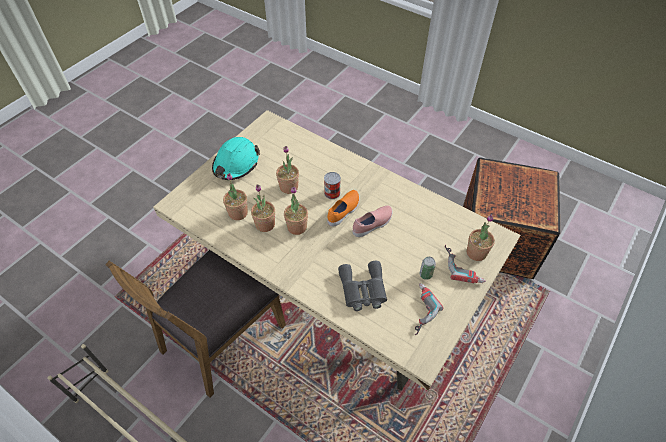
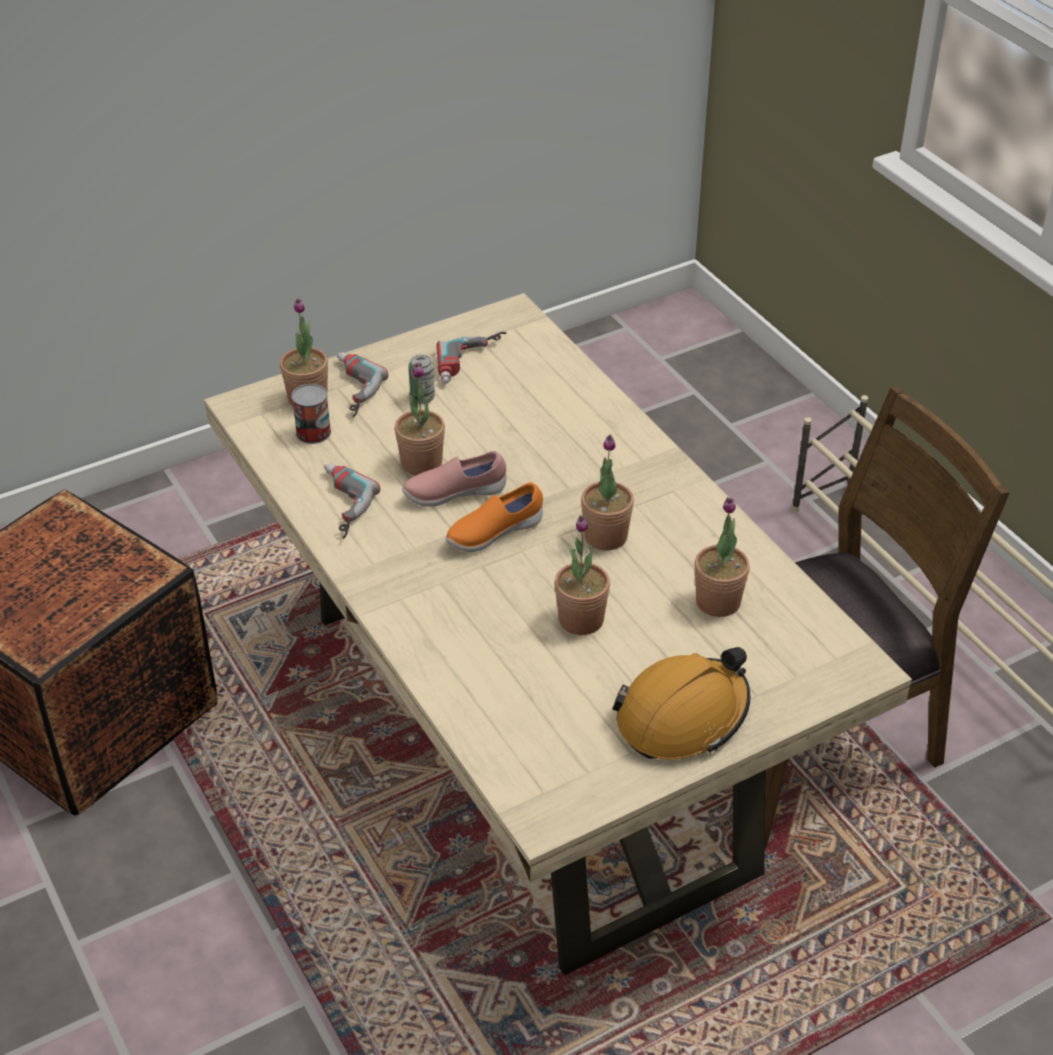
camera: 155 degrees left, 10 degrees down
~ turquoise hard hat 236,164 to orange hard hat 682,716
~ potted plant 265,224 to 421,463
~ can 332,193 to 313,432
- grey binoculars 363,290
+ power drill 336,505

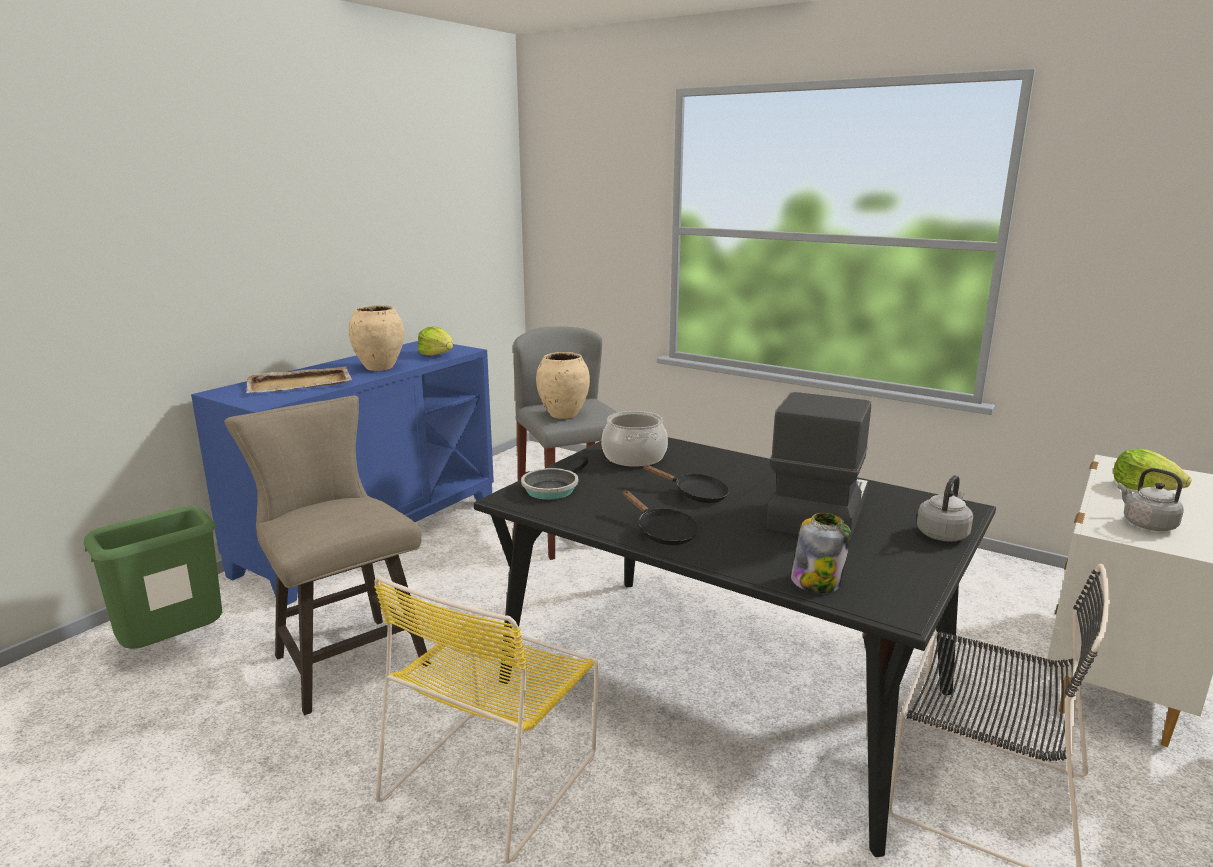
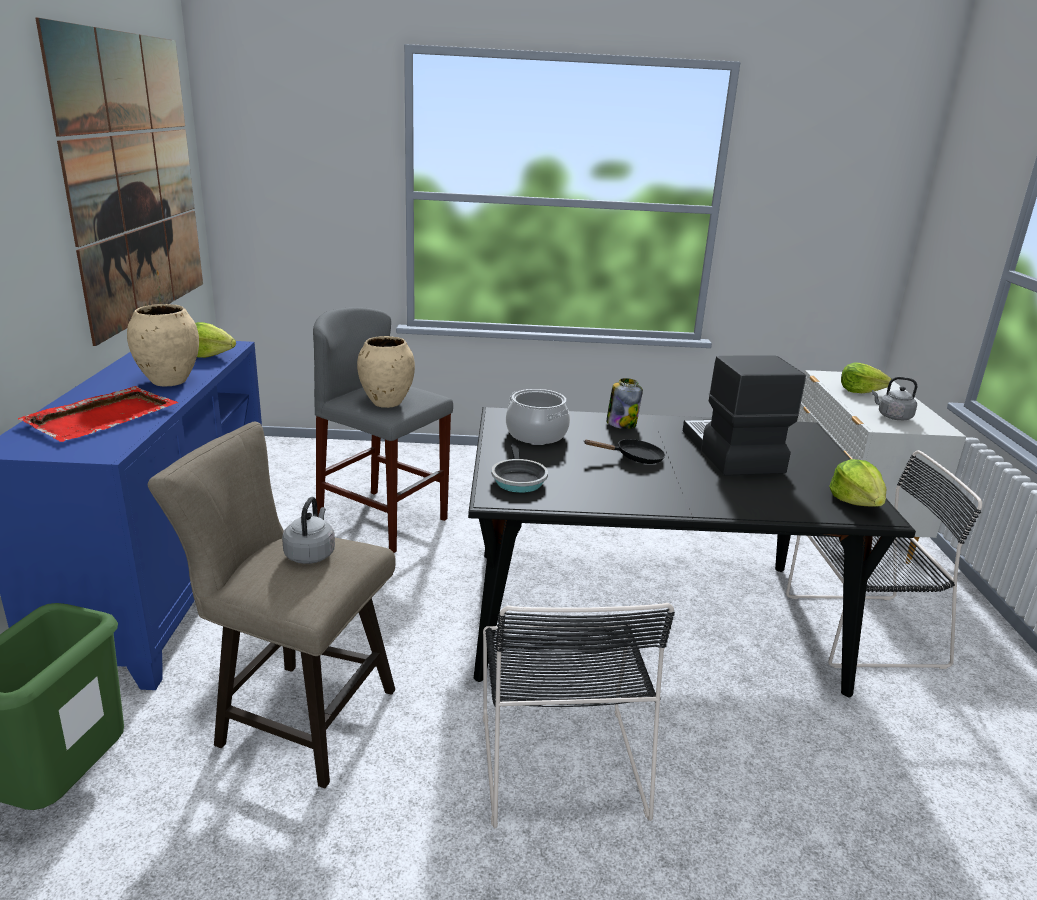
camera: 35 degrees left, 5 degrees up
~ beige tray 300,383 to red tray 103,417
~ yellow chair 495,773 to black chair 560,757
- black frying pan 662,532
~ jar 817,582 to 621,424
~ grey kettle 943,534 to 311,554
+ picture 134,180
+ lettuce 856,502

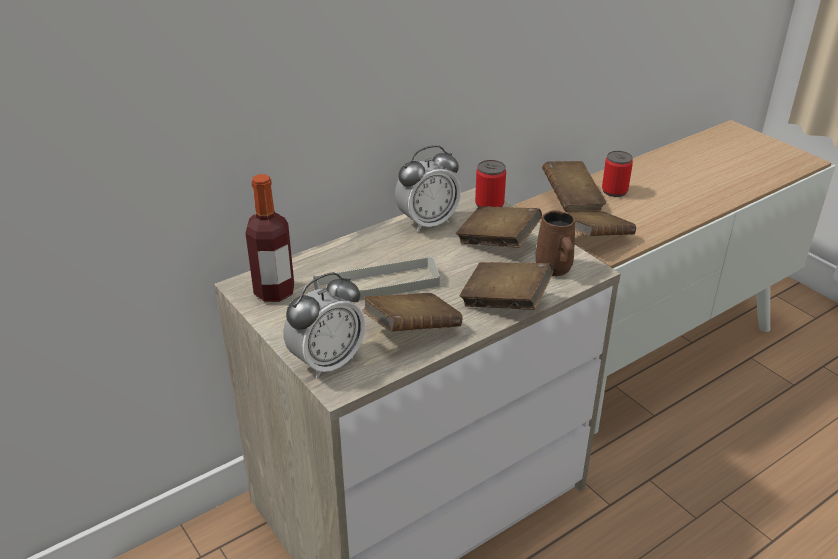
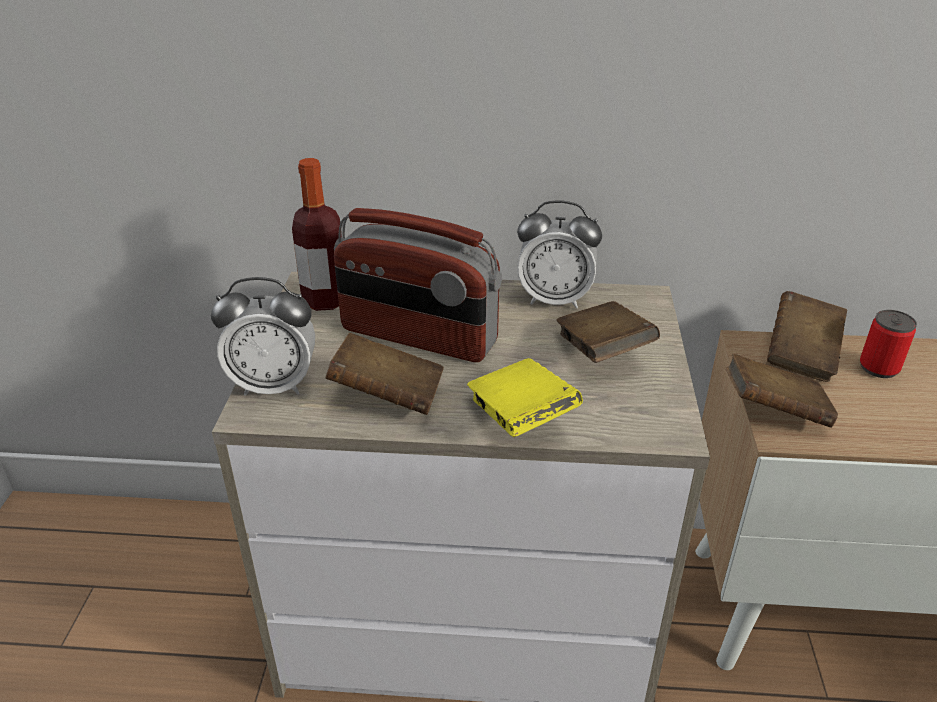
camera: 40 degrees right, 0 degrees up
~ grey tray 376,285 to radio 418,337
~ brown book 505,302 to yellow book 521,418
- can 489,204
- brown mug 554,269

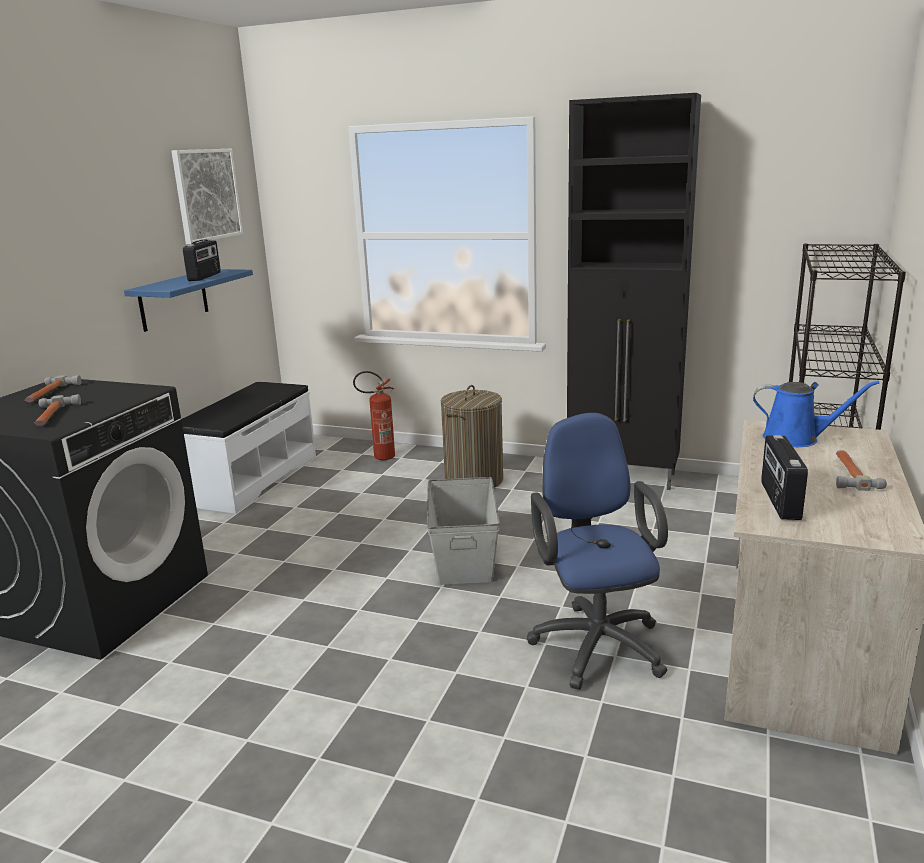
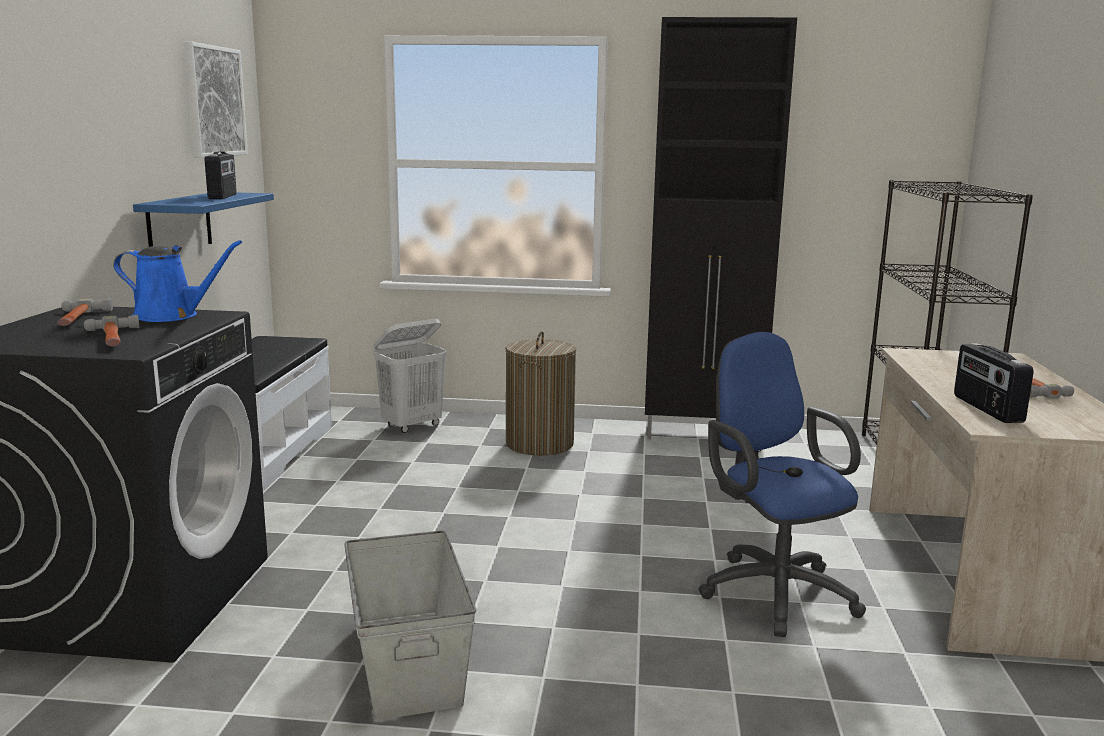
camera: 15 degrees left, 5 degrees down
~ fire extinguisher 379,457 to white laundry basket 412,426
~ grey storage box 464,554 to 409,660
~ blue watering can 796,438 to 171,316

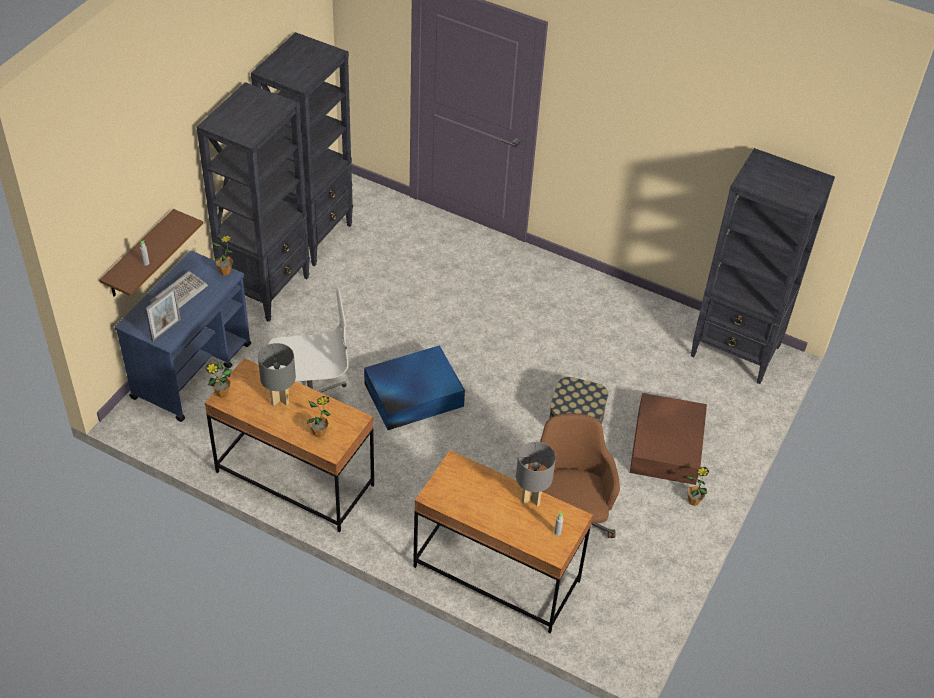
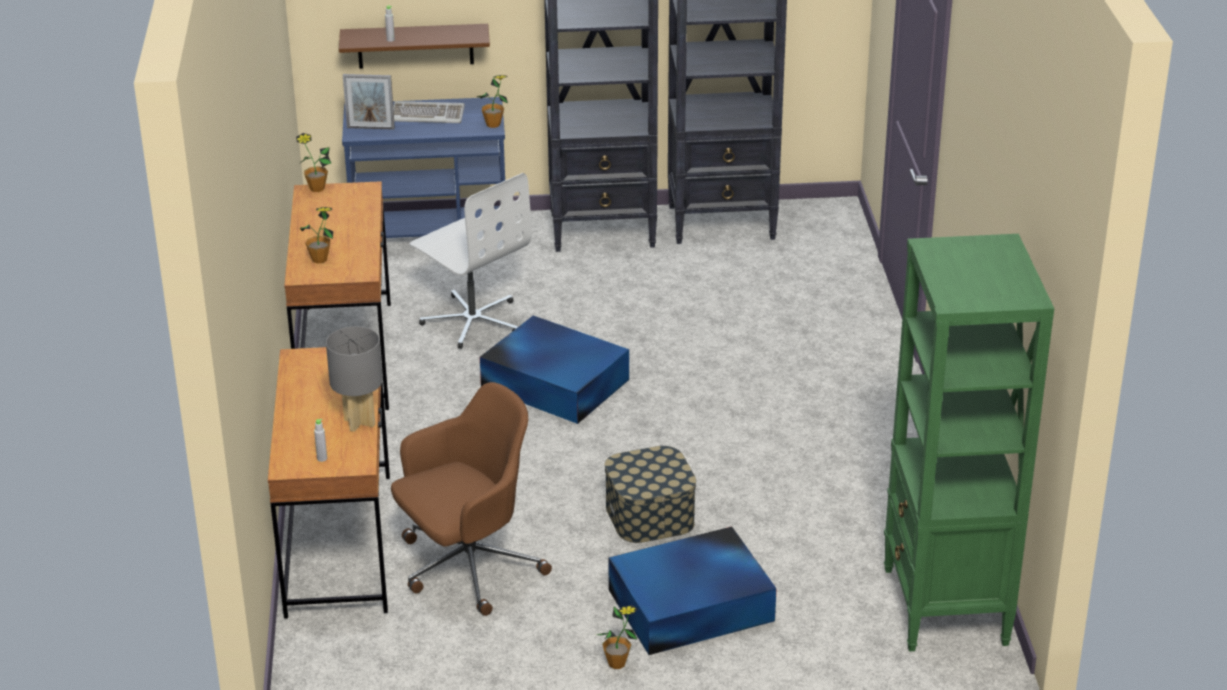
camera: 60 degrees right, 15 degrees down
- grey table lamp 280,399
~ brown storage box 667,445 to blue storage box 693,605
~ black bookcase 736,352 to green bookcase 945,607

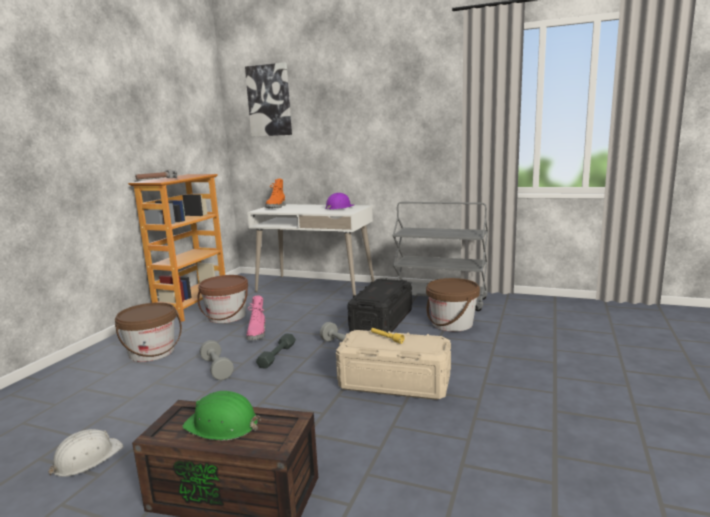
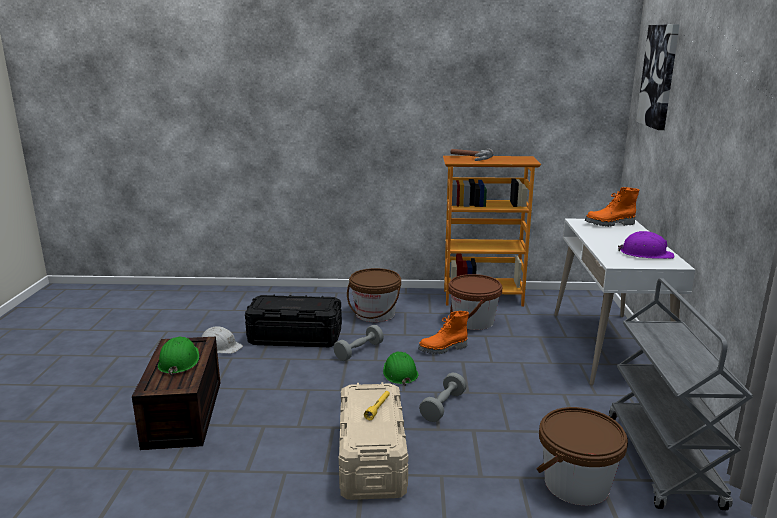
camera: 70 degrees right, 5 degrees up
~ pink boot 257,334 to orange boot 443,349
~ grey dumbbell 277,356 to green hard hat 399,373
~ black storage box 382,322 to 295,337

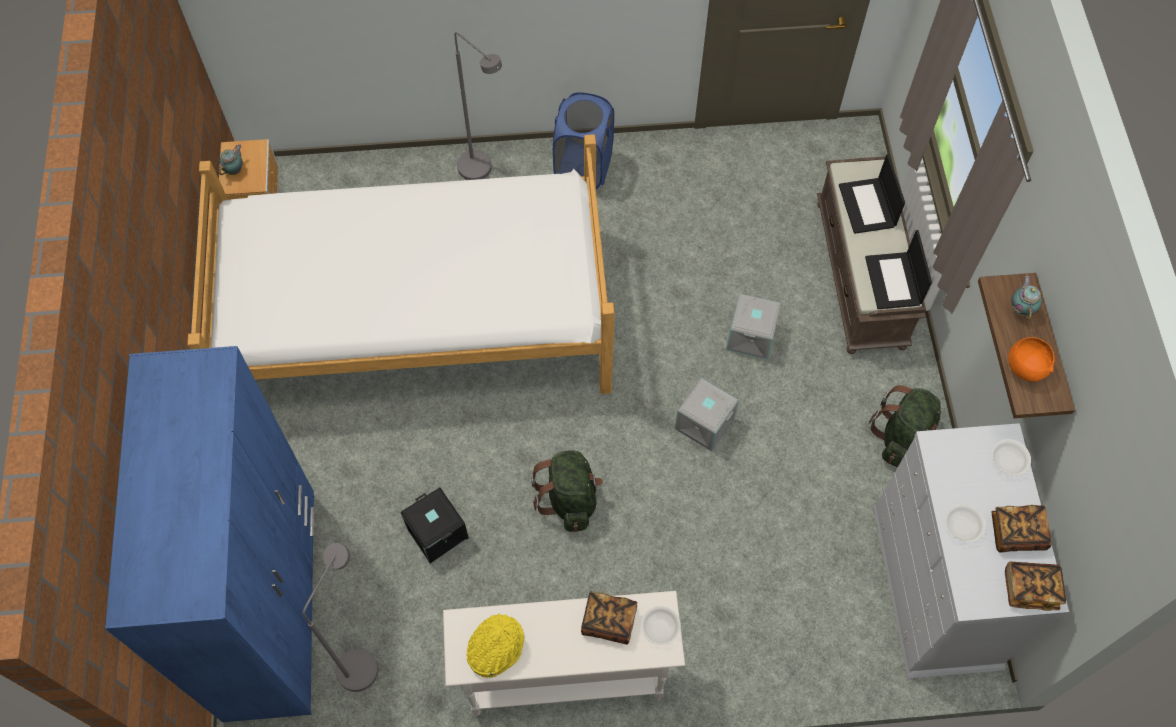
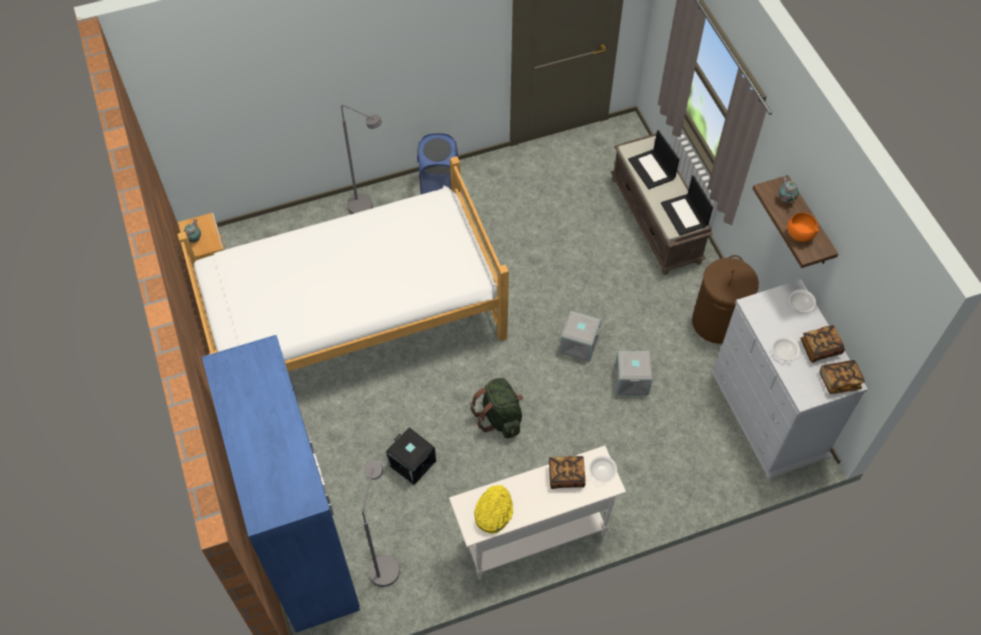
camera: 15 degrees left, 5 degrees down
~ grey storage box 751,337 to 632,381
~ green backpack 903,437 to brown laundry basket 717,322

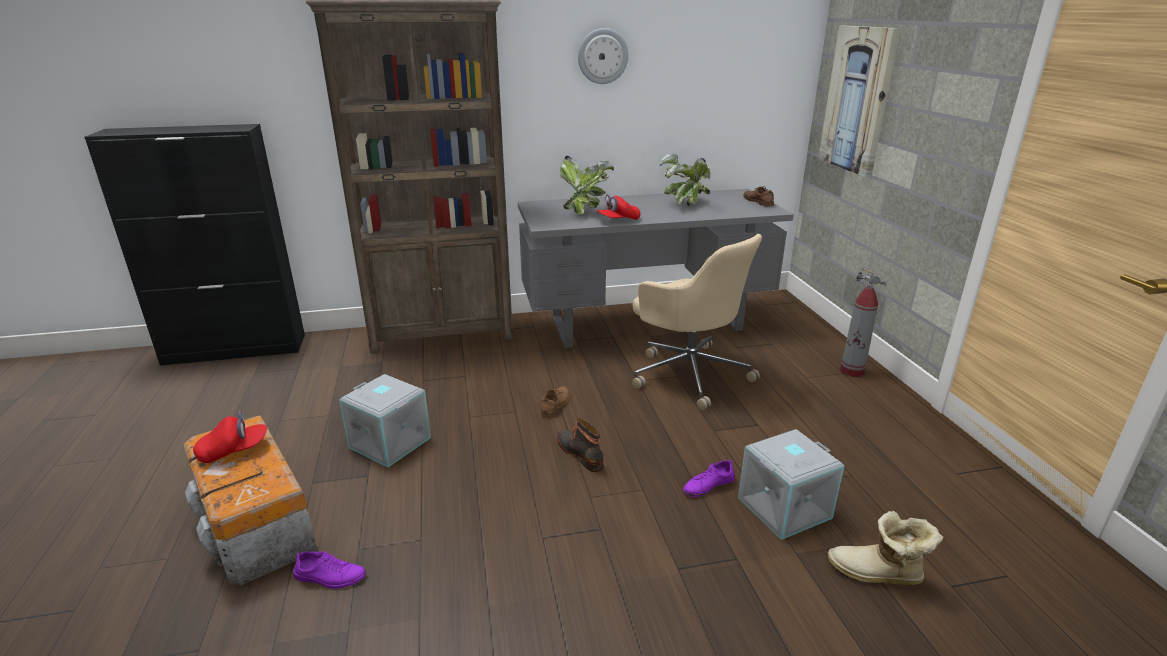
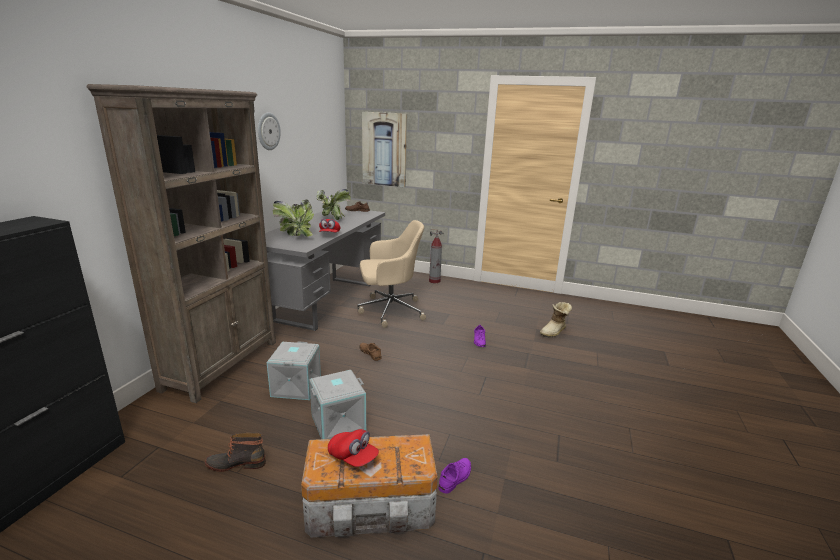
camera: 60 degrees left, 5 degrees down
~ red cap 234,451 = 353,457 120 degrees clockwise
~ boot 581,453 to 236,463
~ grey storage box 783,507 to 295,386

